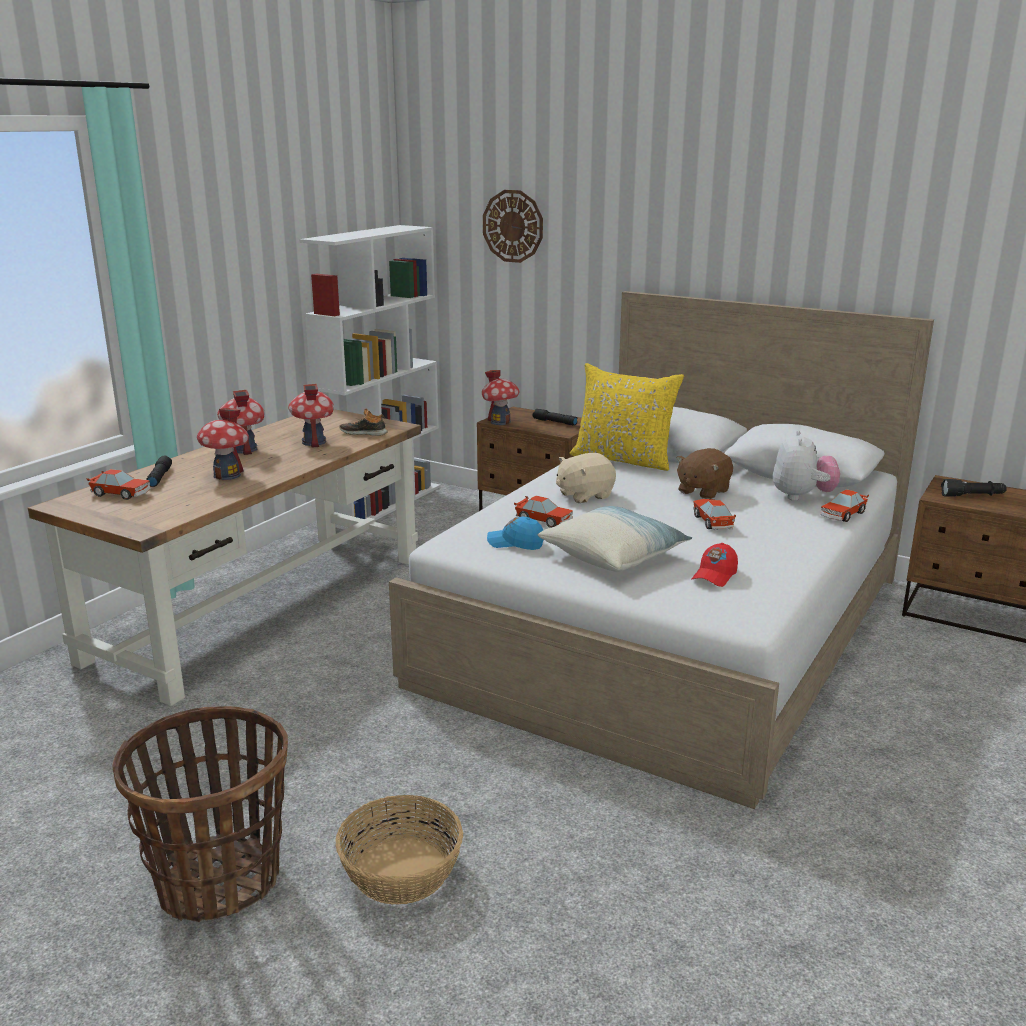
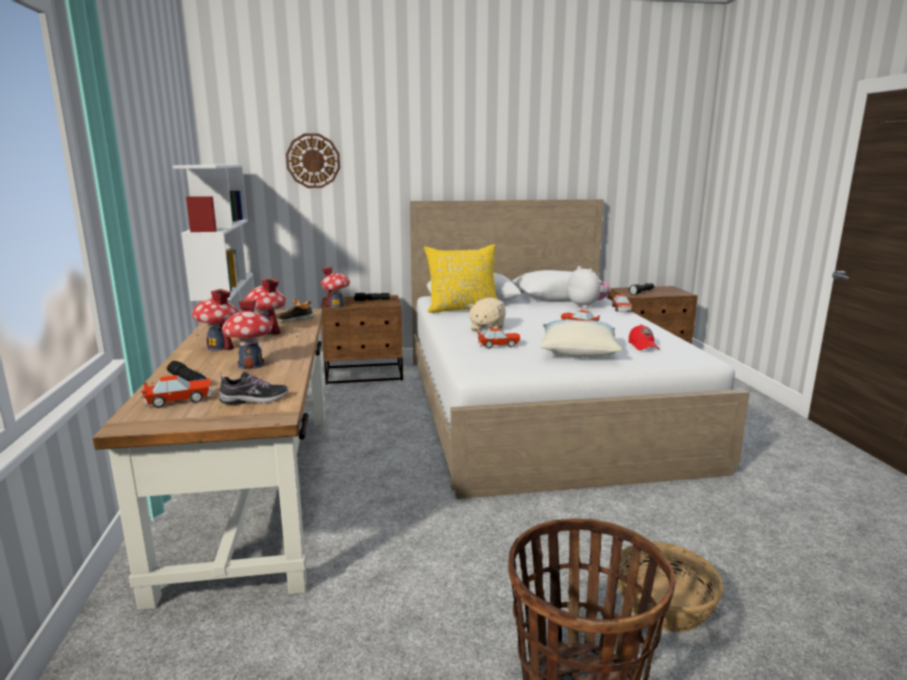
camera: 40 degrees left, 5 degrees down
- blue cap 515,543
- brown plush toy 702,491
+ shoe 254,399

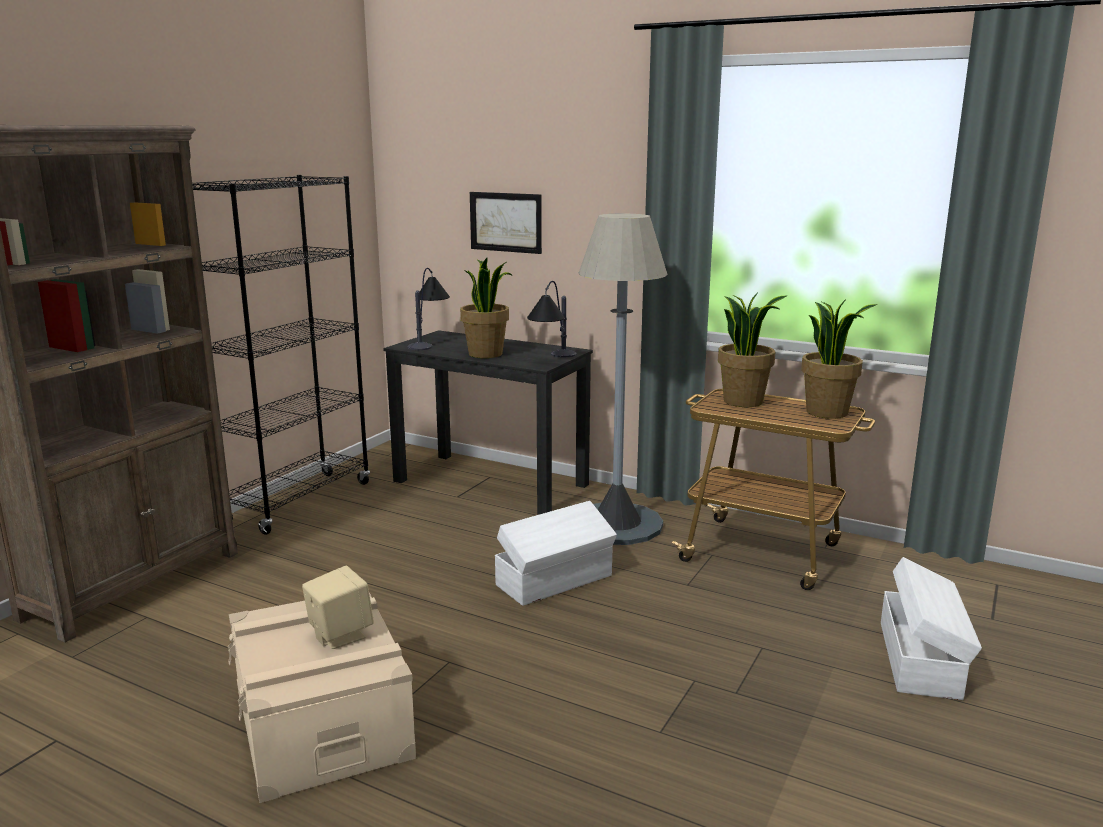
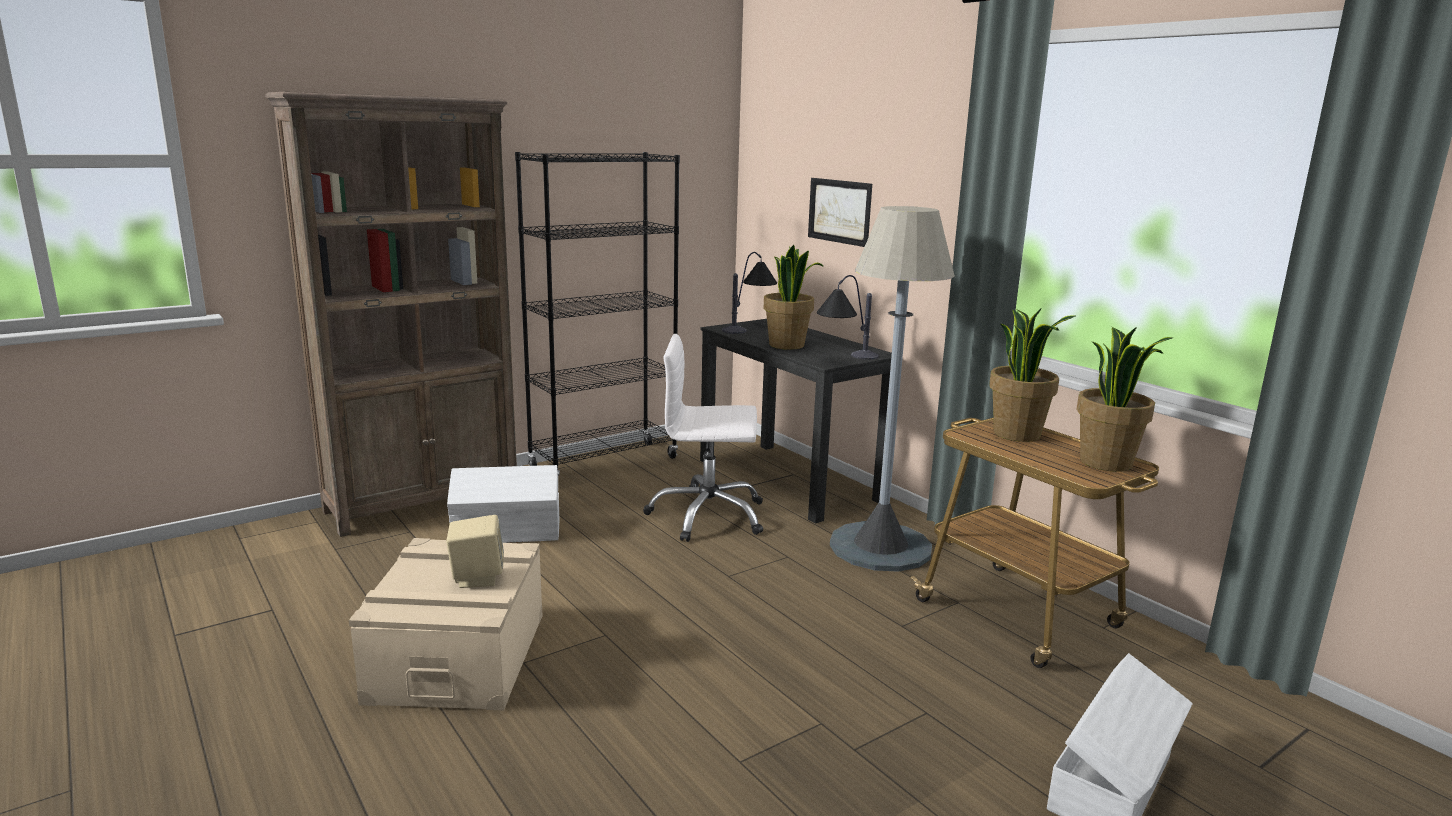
camera: 25 degrees right, 0 degrees up
~ white storage box 556,580 to 507,533
+ white office chair 707,516

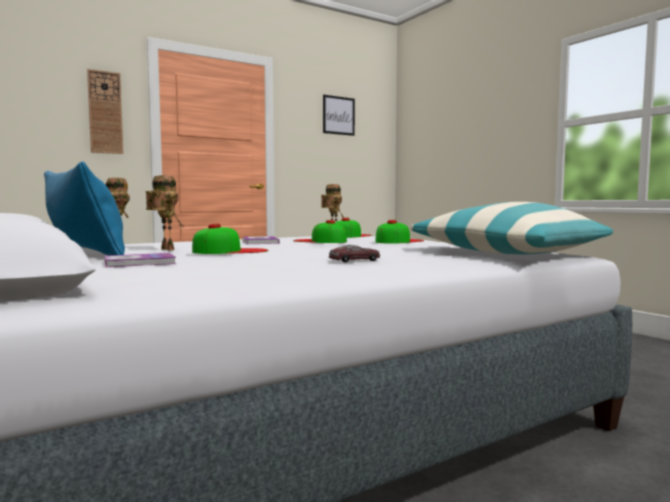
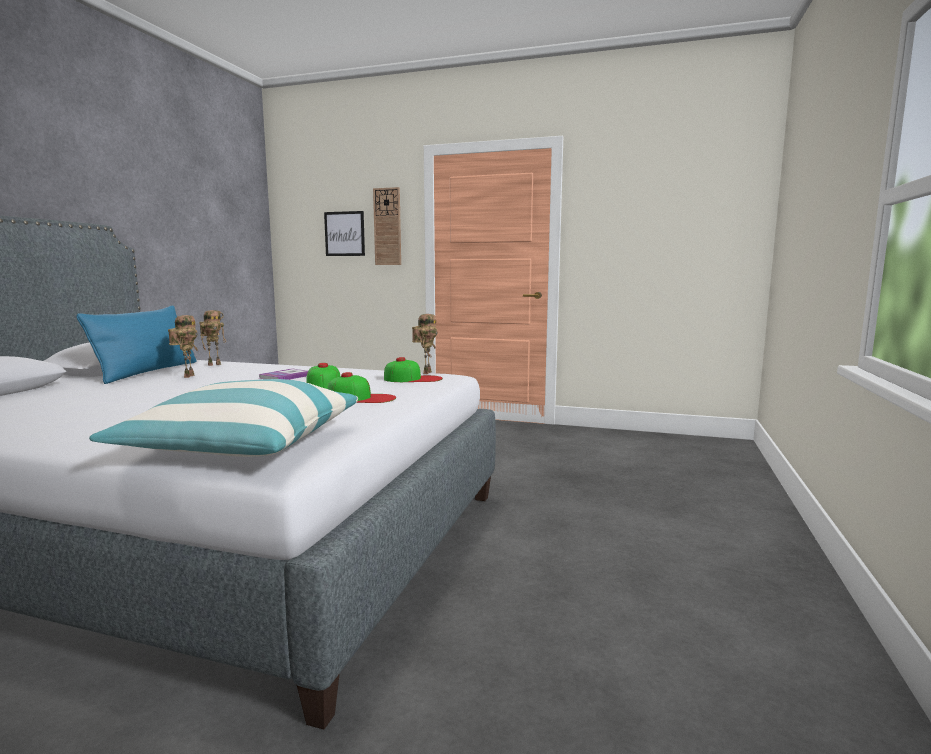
camera: 50 degrees right, 5 degrees up
- book 140,262
- cap 230,251
~ picture 338,115 to 344,234
- toy car 354,260

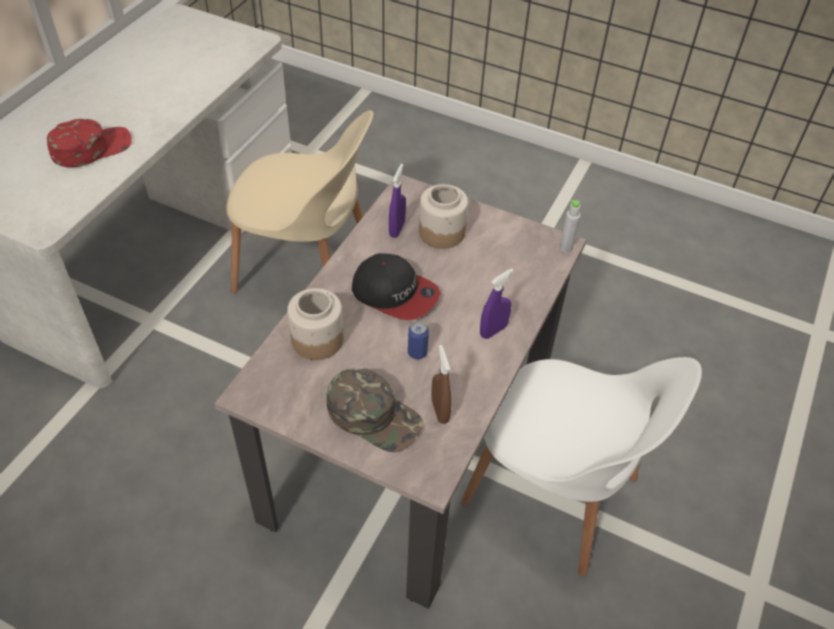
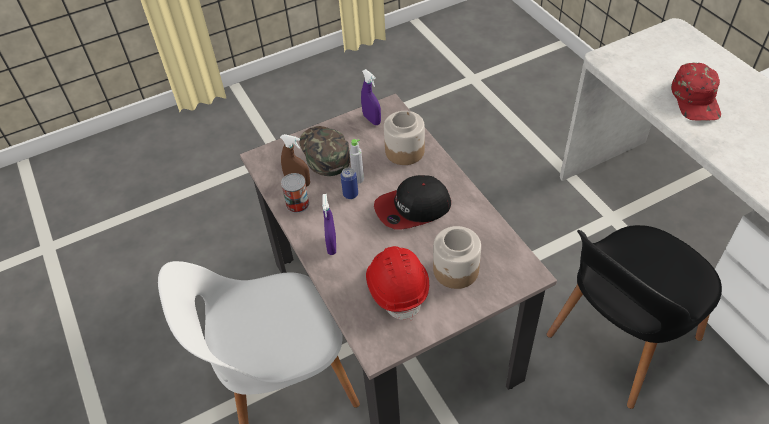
camera: 130 degrees right, 0 degrees up
~ beige chair 307,270 to black chair 620,340
~ green cap 374,415 = 324,152 90 degrees clockwise
~ purple spray bottle 397,229 to 372,120
~ grey bottle 565,248 to 358,179
+ can 297,204
+ red hard hat 397,287

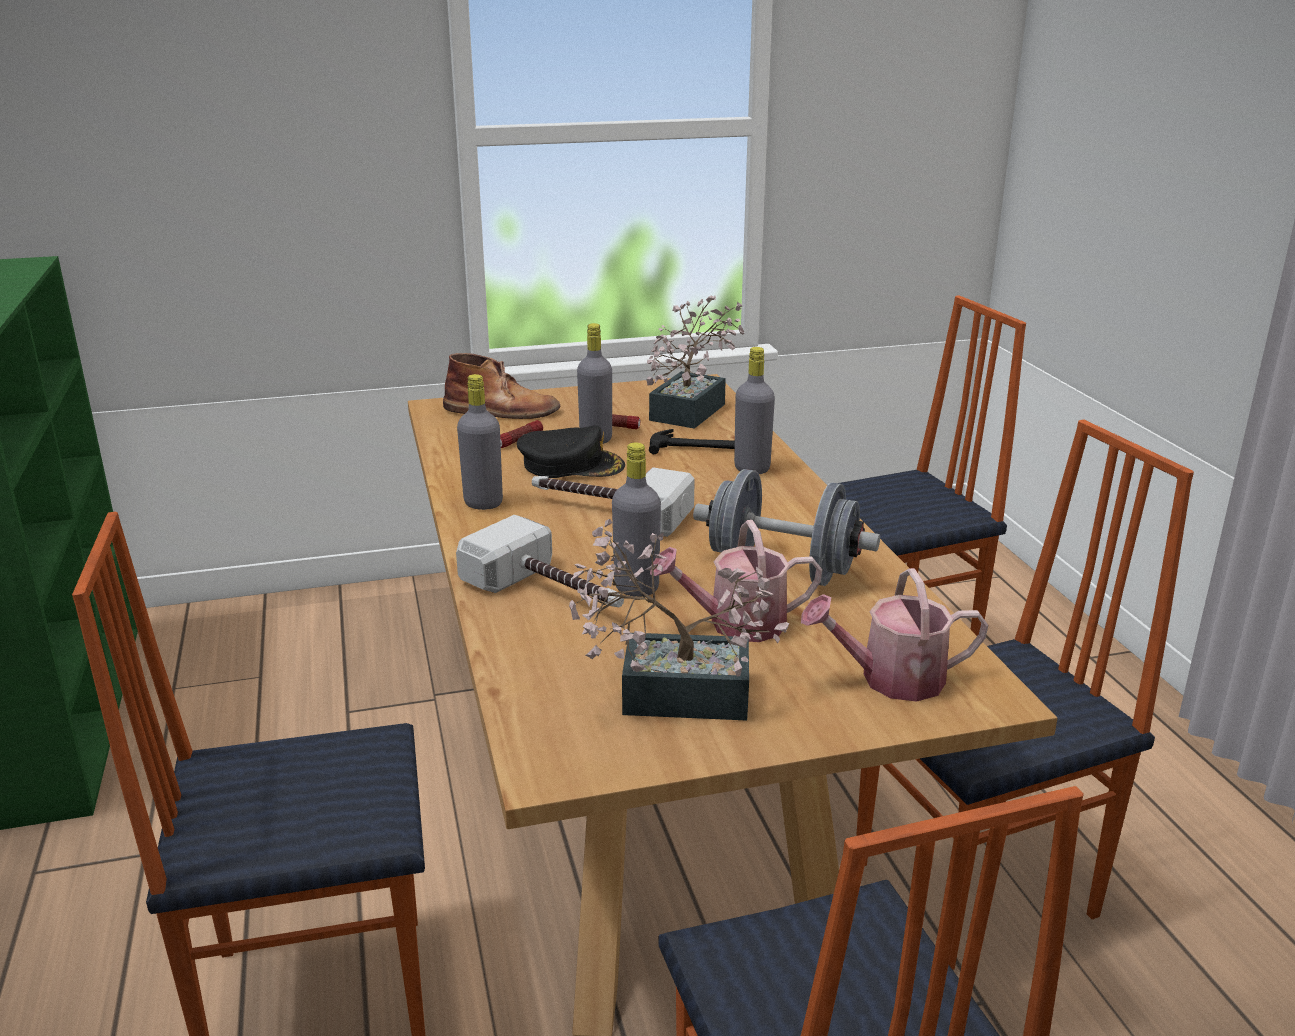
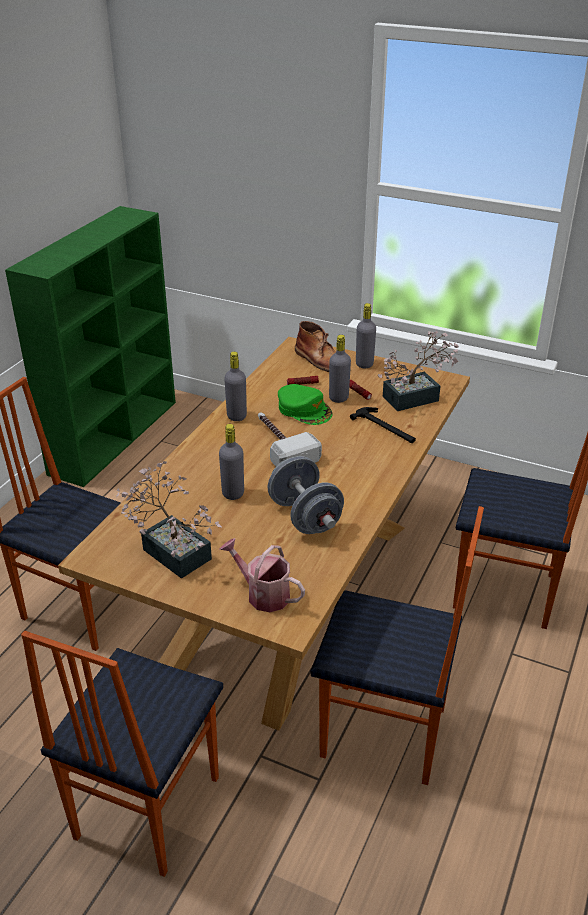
camera: 40 degrees right, 10 degrees up
- hammer 550,592
~ black cap 571,464 to green cap 304,409
- watering can 736,624
~ grey bottle 752,468 to 364,364

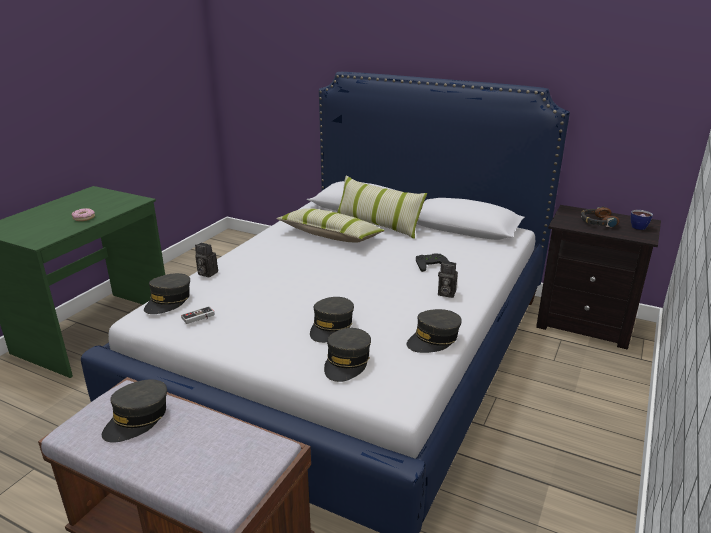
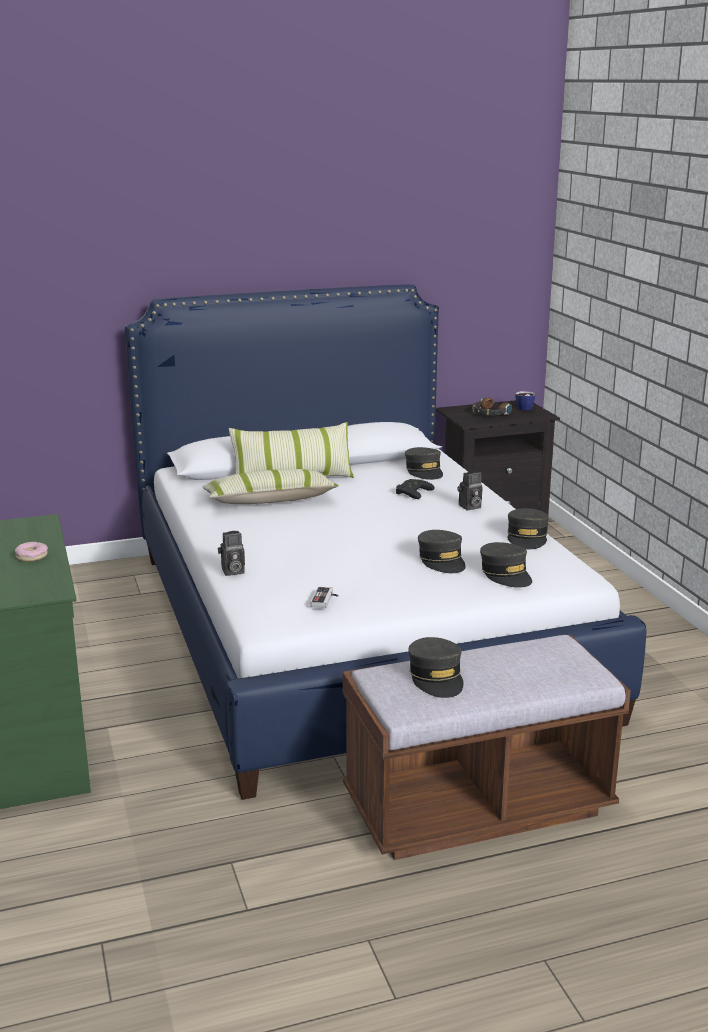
camera: 45 degrees left, 5 degrees down
~ grey cap 168,301 to 424,471

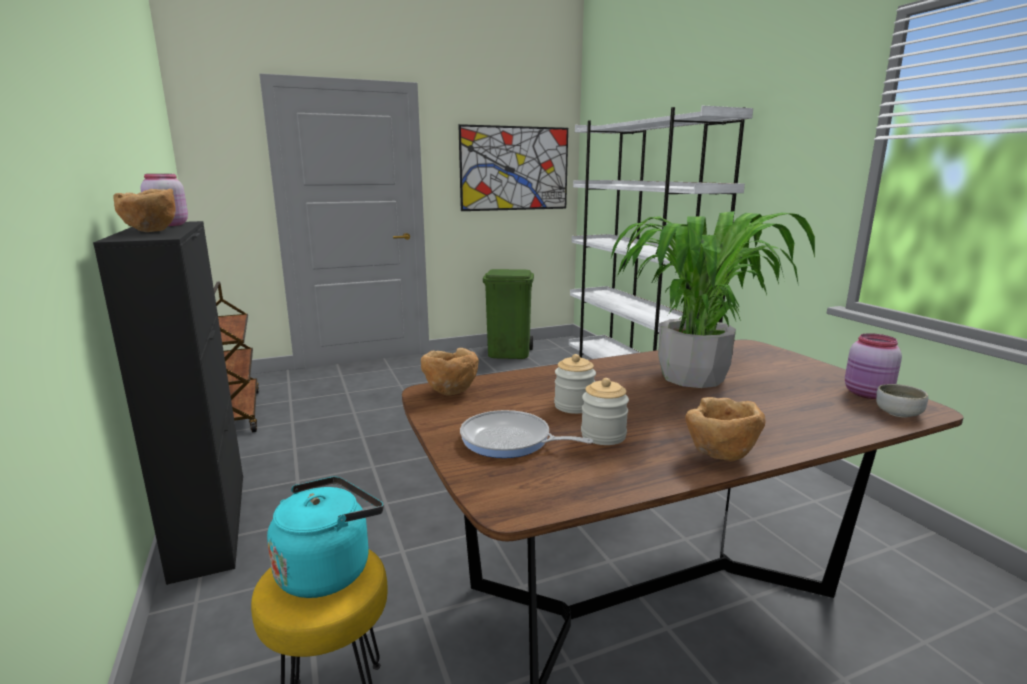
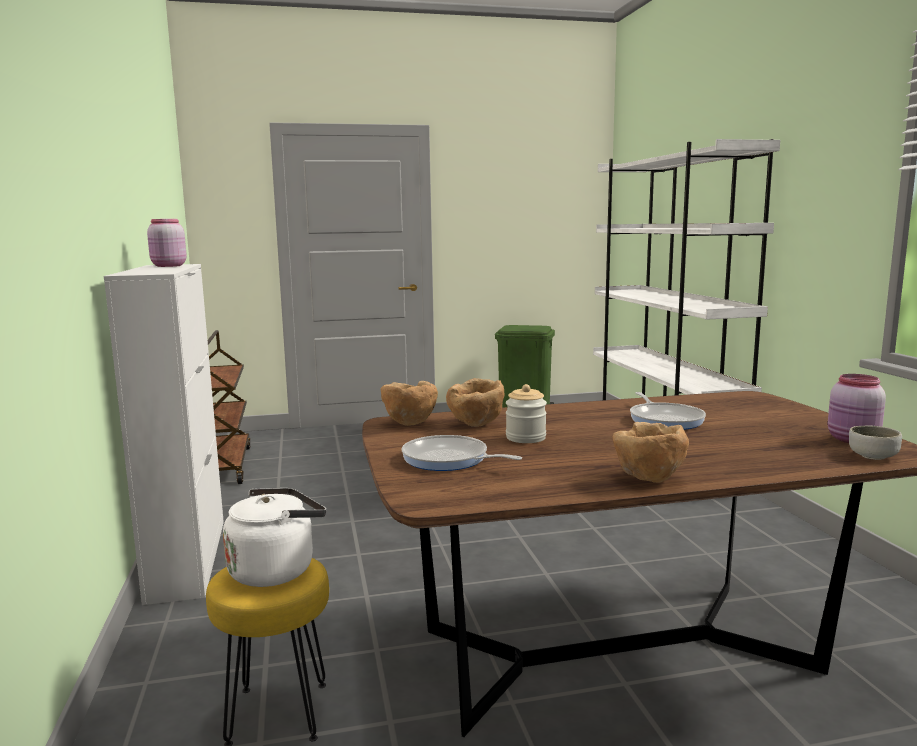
camera: 10 degrees right, 5 degrees down
~ black cabinet 211,522 to white cabinet 188,558
~ brown bowl 150,231 to 476,425
~ turquoise kettle 328,569 to white kettle 276,570
- picture 515,168
- jar 603,435
~ potted plant 691,377 to frying pan 665,420

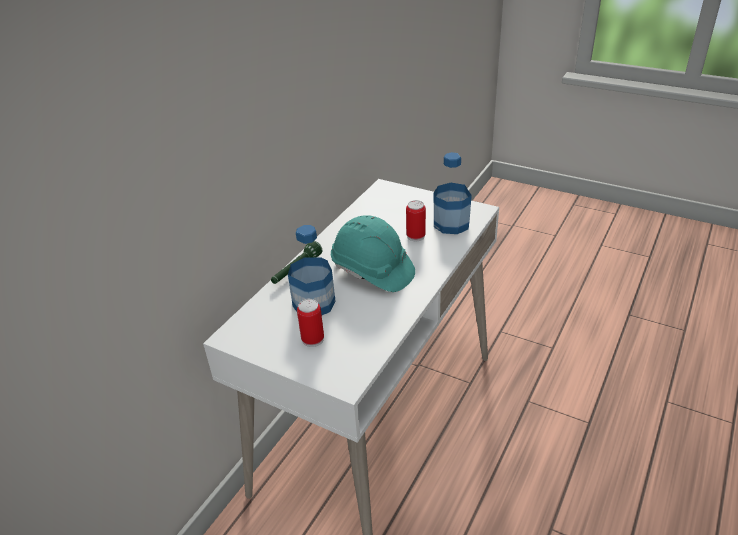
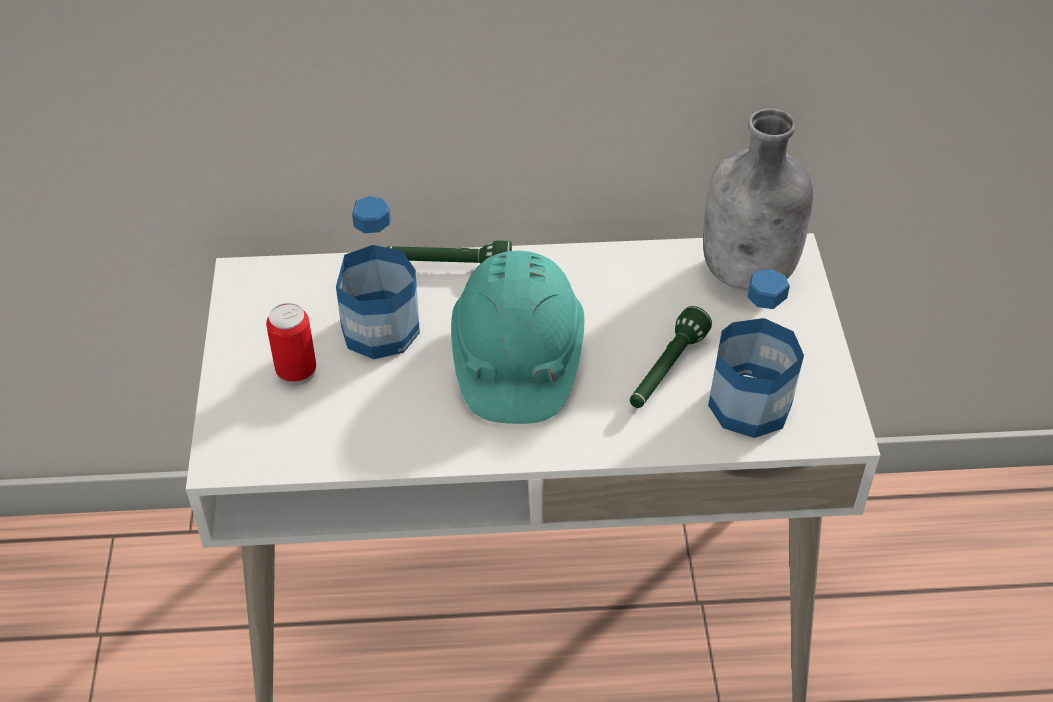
camera: 55 degrees right, 10 degrees up
~ can 415,236 to green flashlight 666,371
+ grey bottle 750,272

